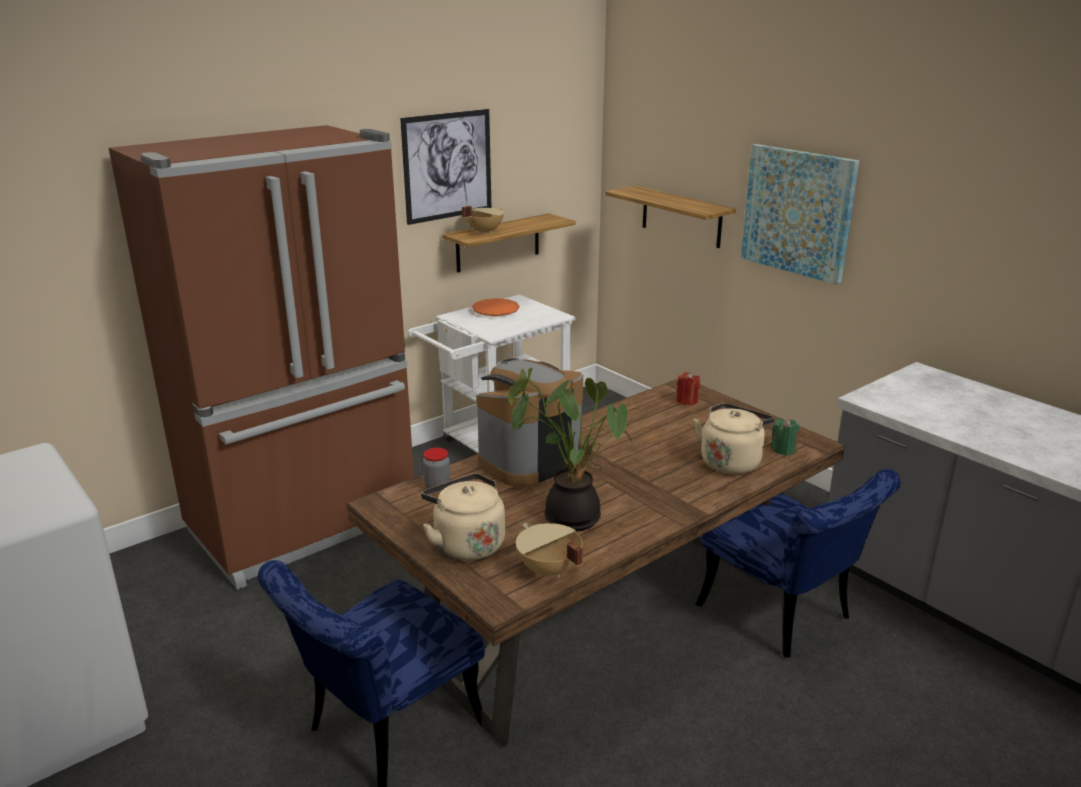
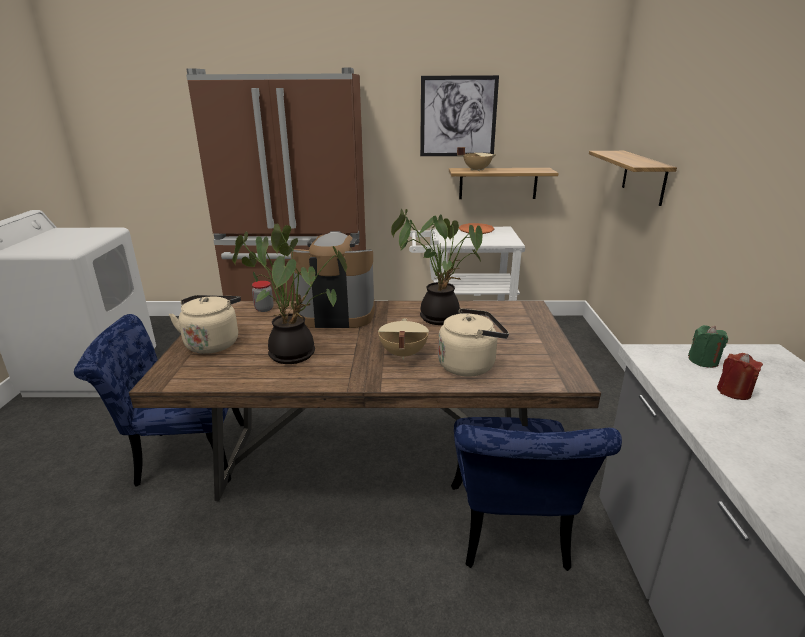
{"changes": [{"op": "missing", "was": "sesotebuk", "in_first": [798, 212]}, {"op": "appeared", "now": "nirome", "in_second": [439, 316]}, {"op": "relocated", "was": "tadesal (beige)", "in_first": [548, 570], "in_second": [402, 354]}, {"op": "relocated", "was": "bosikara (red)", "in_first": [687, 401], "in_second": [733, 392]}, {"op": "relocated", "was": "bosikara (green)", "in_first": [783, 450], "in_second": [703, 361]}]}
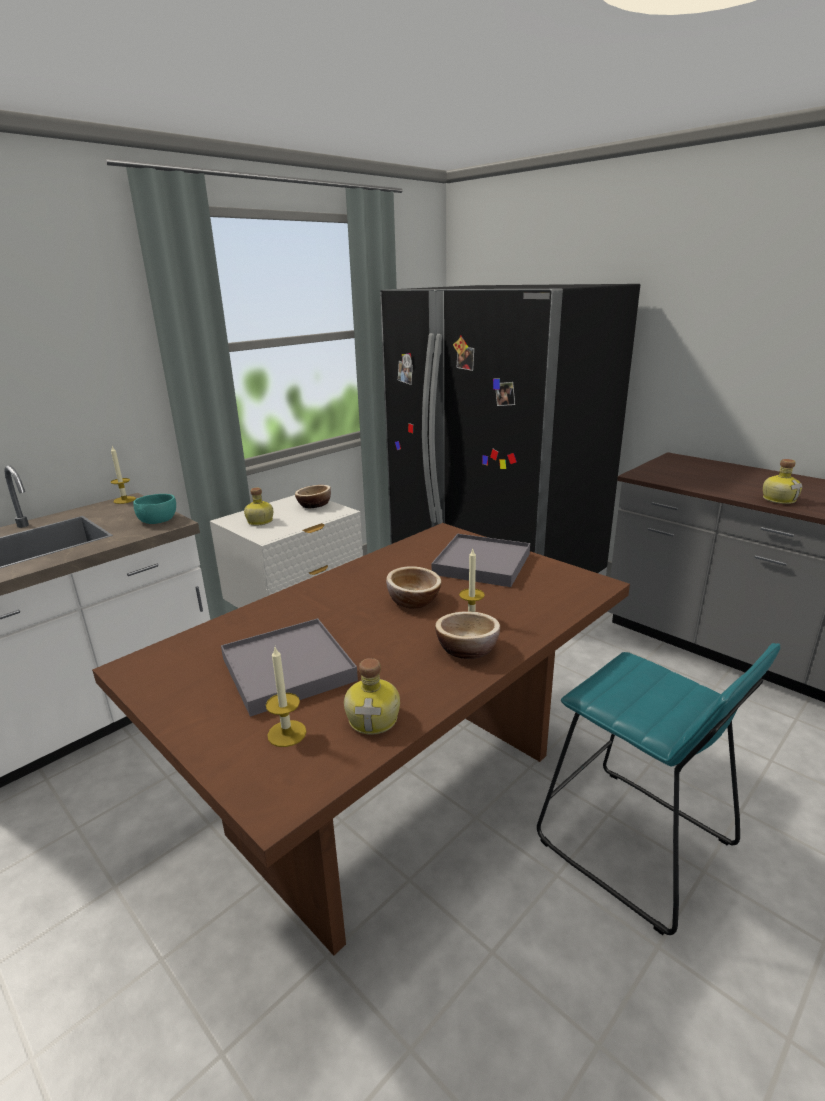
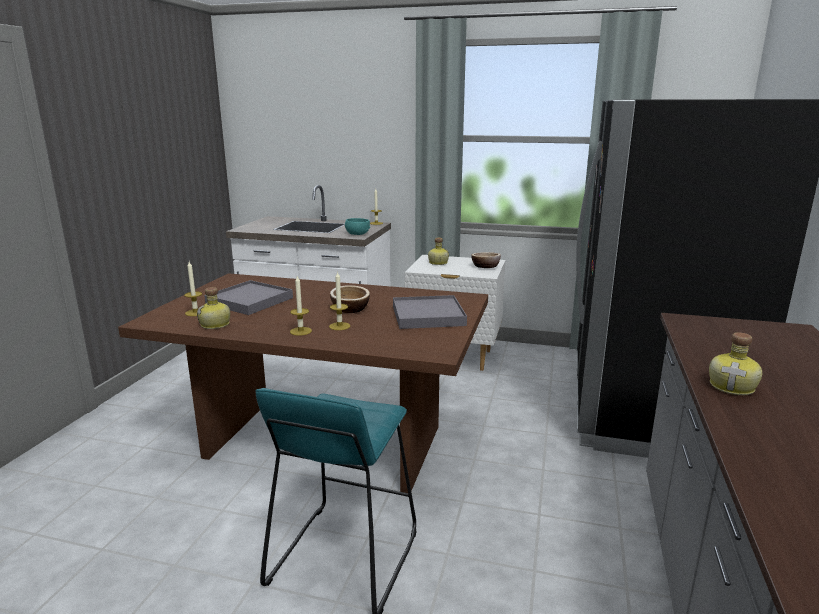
{"changes": [{"op": "exchanged", "was": "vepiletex", "now": "bosikara", "in_first": [467, 649], "in_second": [300, 331]}]}
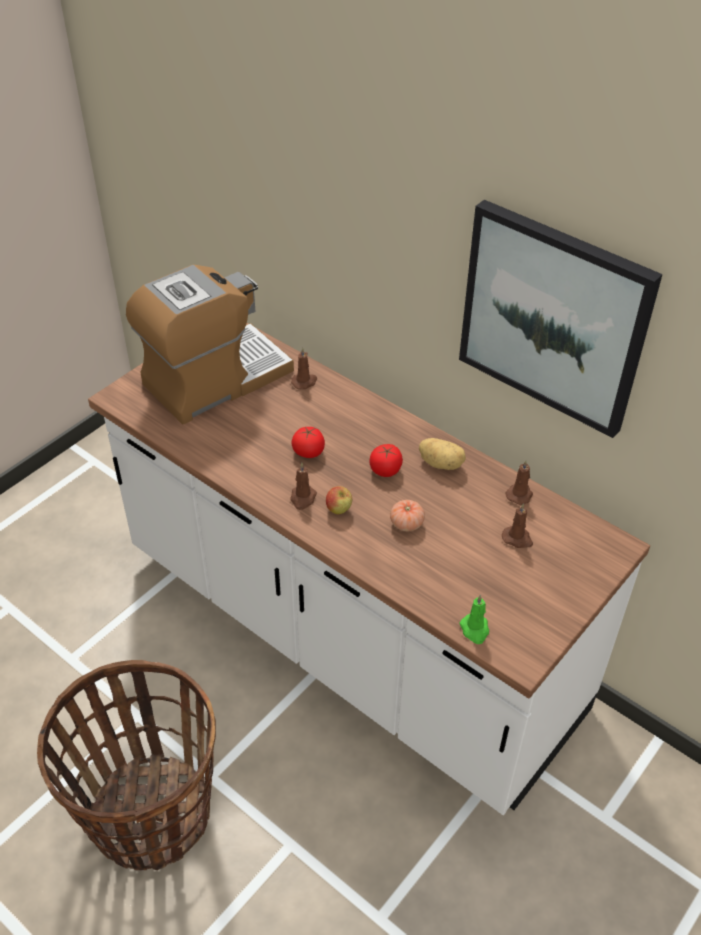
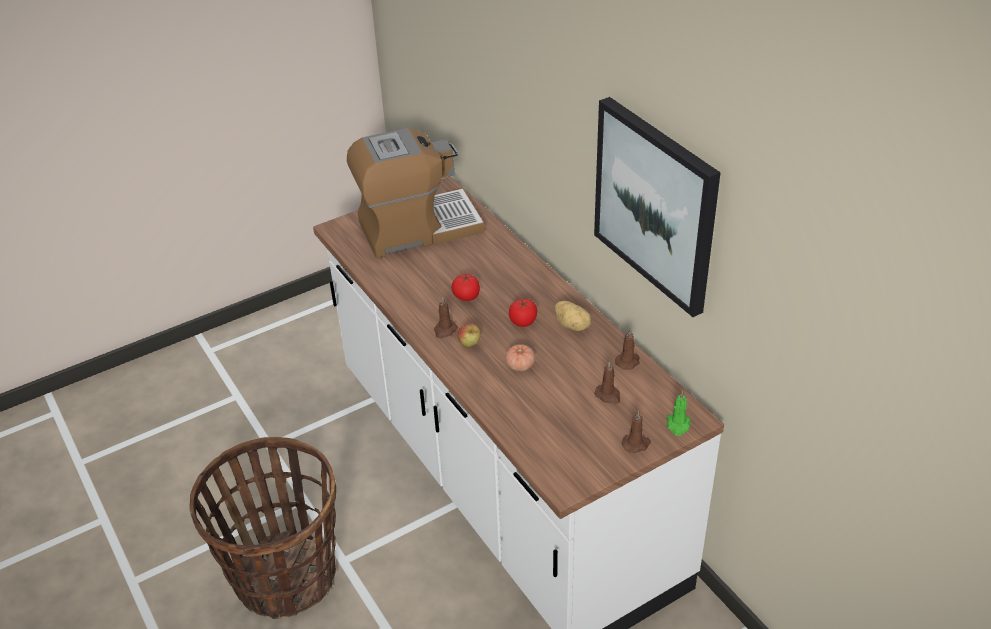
{"changes": [{"op": "relocated", "was": "bosikara (brown)", "in_first": [304, 382], "in_second": [636, 444]}, {"op": "relocated", "was": "bosikara (green)", "in_first": [475, 630], "in_second": [678, 425]}]}
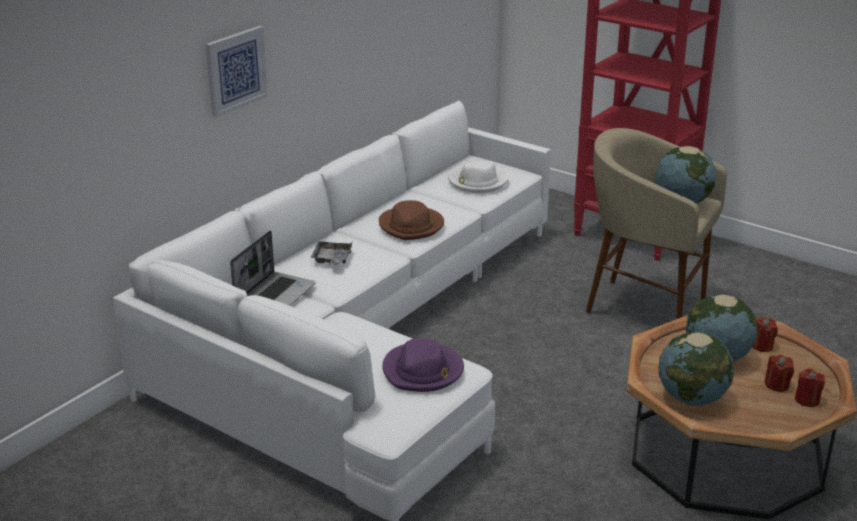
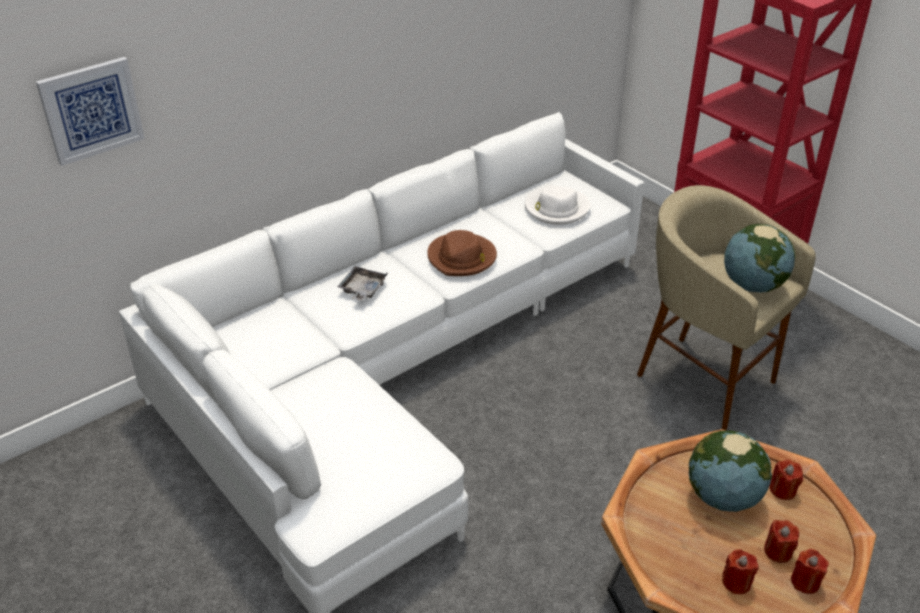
{"changes": [{"op": "missing", "was": "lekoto", "in_first": [275, 295]}, {"op": "missing", "was": "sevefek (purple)", "in_first": [423, 371]}, {"op": "missing", "was": "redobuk", "in_first": [692, 399]}, {"op": "appeared", "now": "bosikara (red)", "in_second": [736, 582]}, {"op": "relocated", "was": "sesotebuk", "in_first": [236, 70], "in_second": [91, 110]}]}
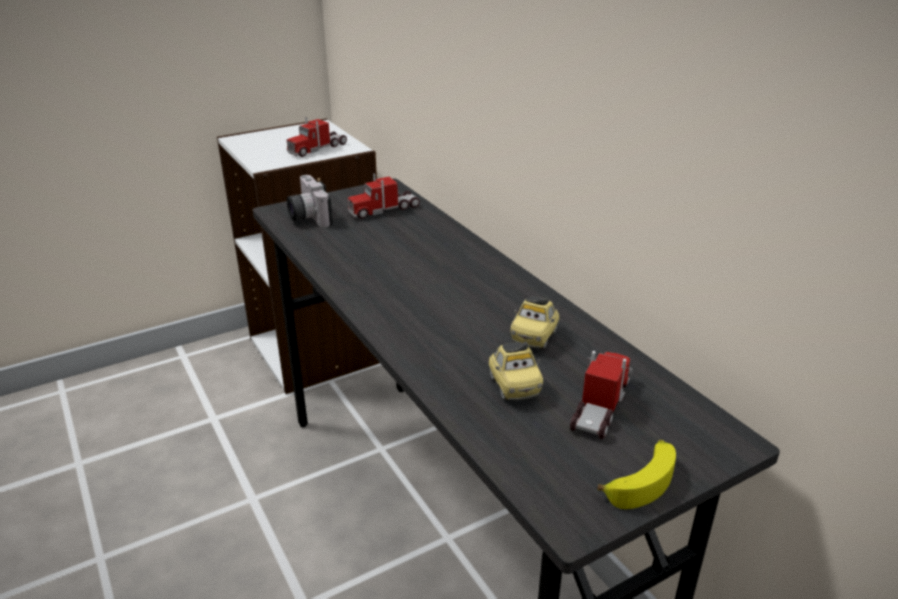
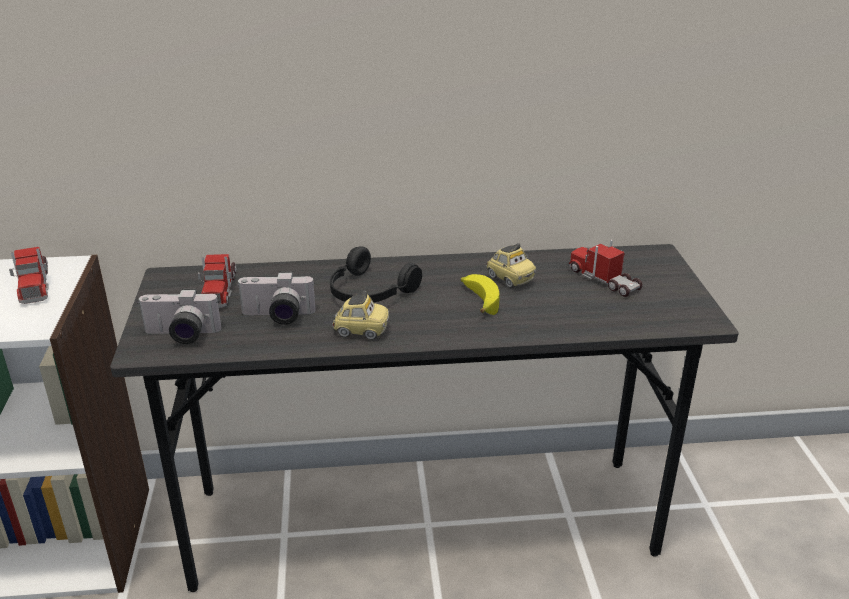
{"changes": [{"op": "appeared", "now": "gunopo", "in_second": [277, 317]}, {"op": "appeared", "now": "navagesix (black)", "in_second": [368, 293]}, {"op": "relocated", "was": "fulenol", "in_first": [513, 386], "in_second": [361, 331]}, {"op": "relocated", "was": "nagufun", "in_first": [641, 480], "in_second": [479, 300]}]}
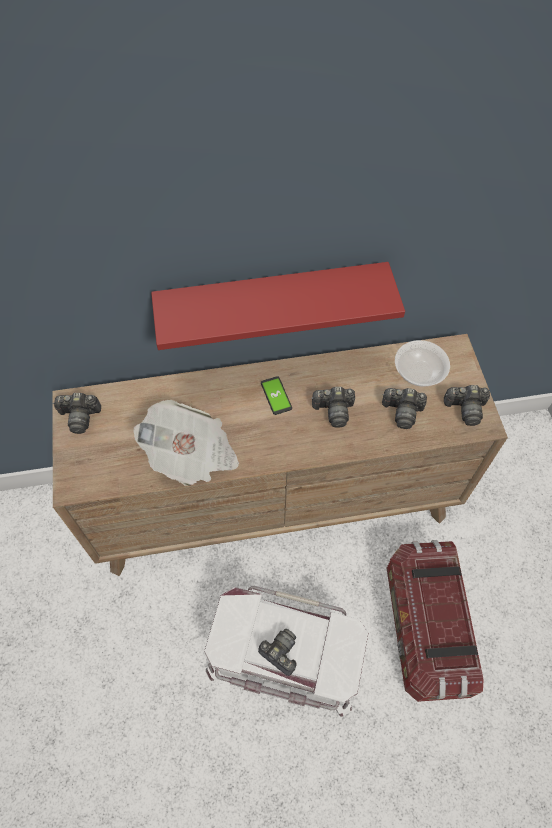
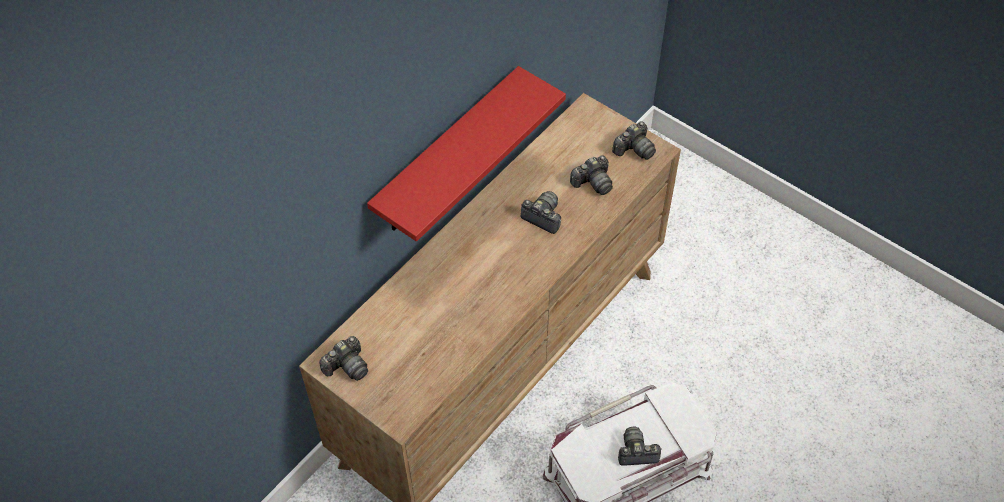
{"changes": [{"op": "missing", "was": "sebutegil", "in_first": [192, 455]}, {"op": "missing", "was": "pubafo", "in_first": [276, 396]}, {"op": "missing", "was": "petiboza", "in_first": [424, 627]}, {"op": "missing", "was": "vepiletex", "in_first": [418, 371]}, {"op": "spun", "was": "gunopo", "in_first": [333, 410], "in_second": [543, 217], "clockwise": -105}]}
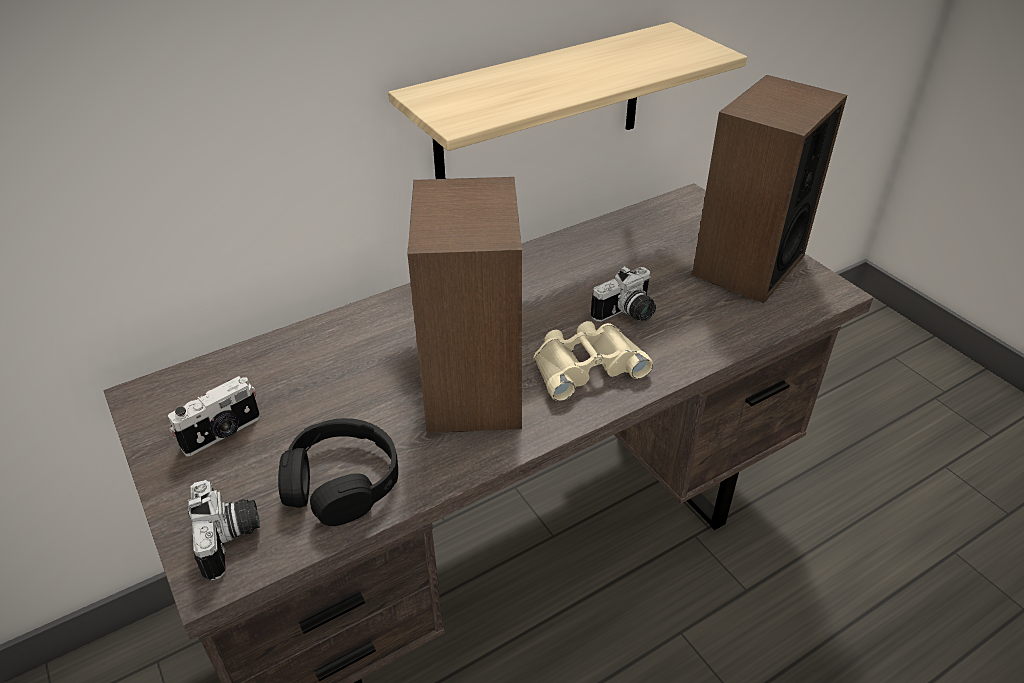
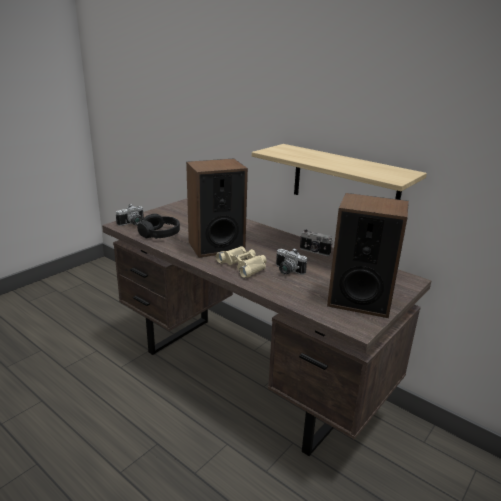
{"changes": [{"op": "relocated", "was": "gunopo", "in_first": [223, 434], "in_second": [314, 252]}]}
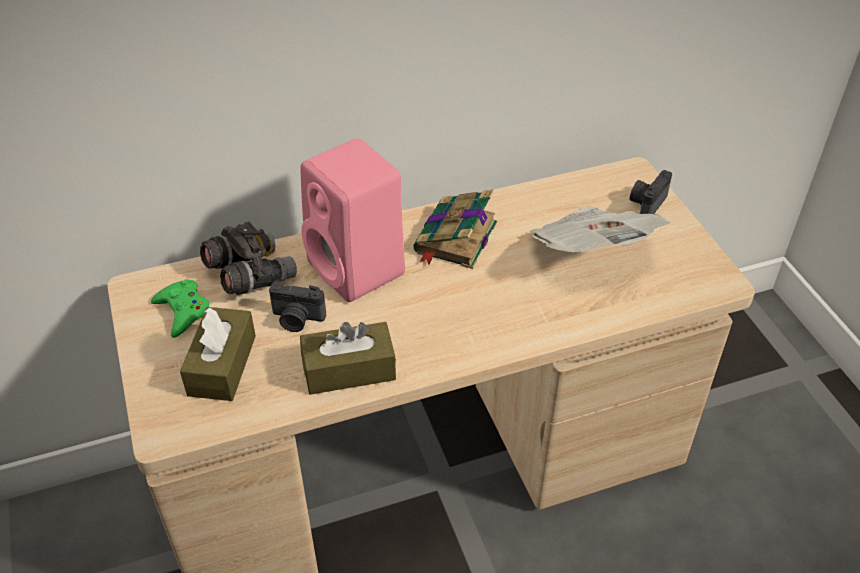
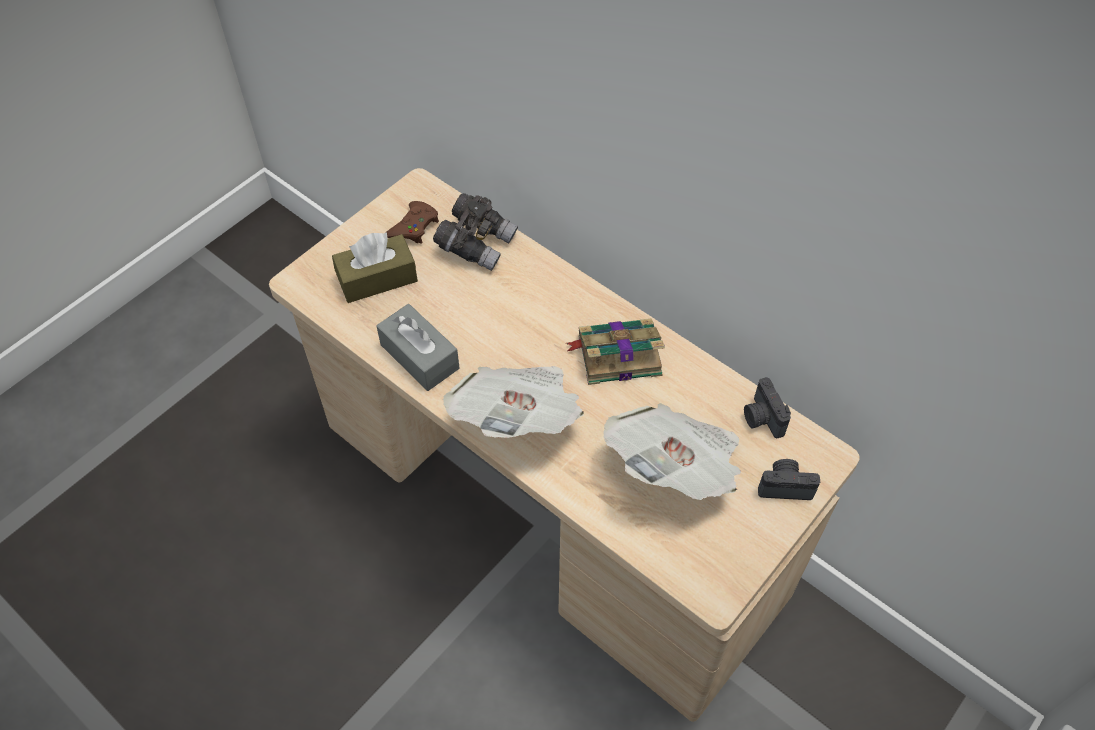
{"changes": [{"op": "missing", "was": "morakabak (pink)", "in_first": [359, 270]}, {"op": "appeared", "now": "sebutegil", "in_second": [519, 417]}, {"op": "relocated", "was": "gunopo", "in_first": [297, 319], "in_second": [761, 418]}, {"op": "colour", "was": "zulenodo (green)", "now": "zulenodo (brown)", "in_first": [183, 311], "in_second": [414, 227]}, {"op": "colour", "was": "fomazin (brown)", "now": "fomazin (grey)", "in_first": [349, 370], "in_second": [419, 356]}]}
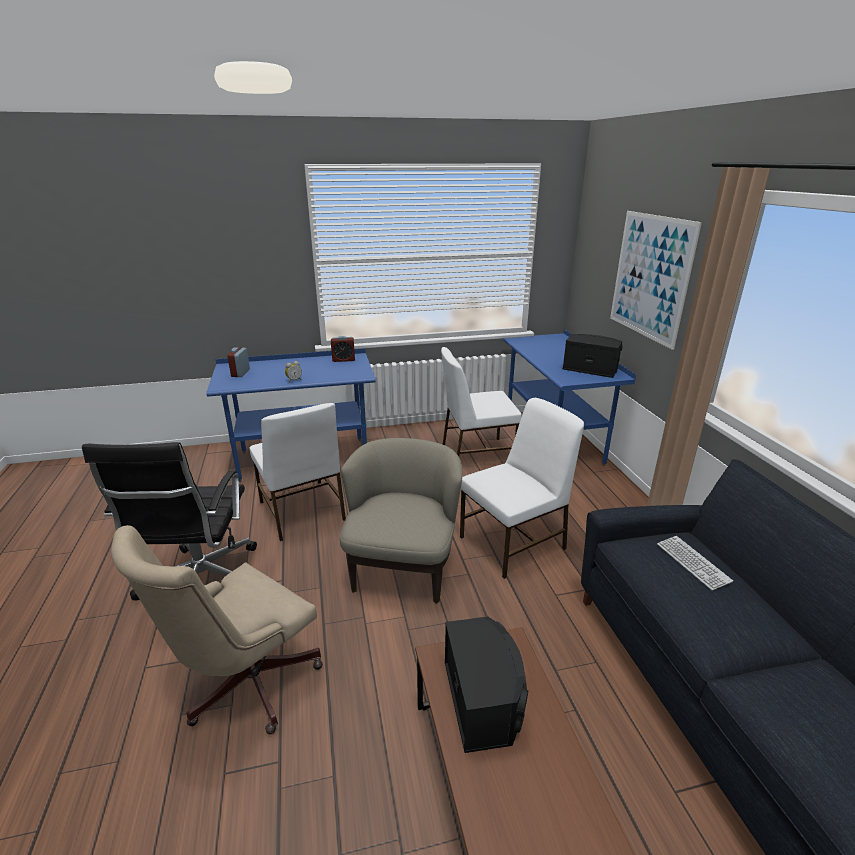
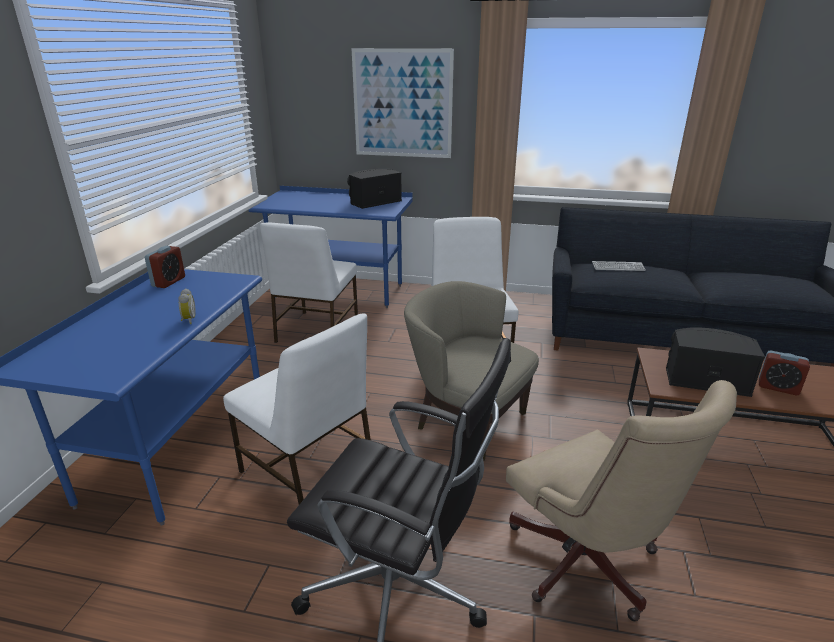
{"changes": [{"op": "relocated", "was": "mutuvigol", "in_first": [240, 373], "in_second": [778, 387]}, {"op": "spun", "was": "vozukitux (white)", "in_first": [301, 512], "in_second": [307, 472], "clockwise": 45}]}
